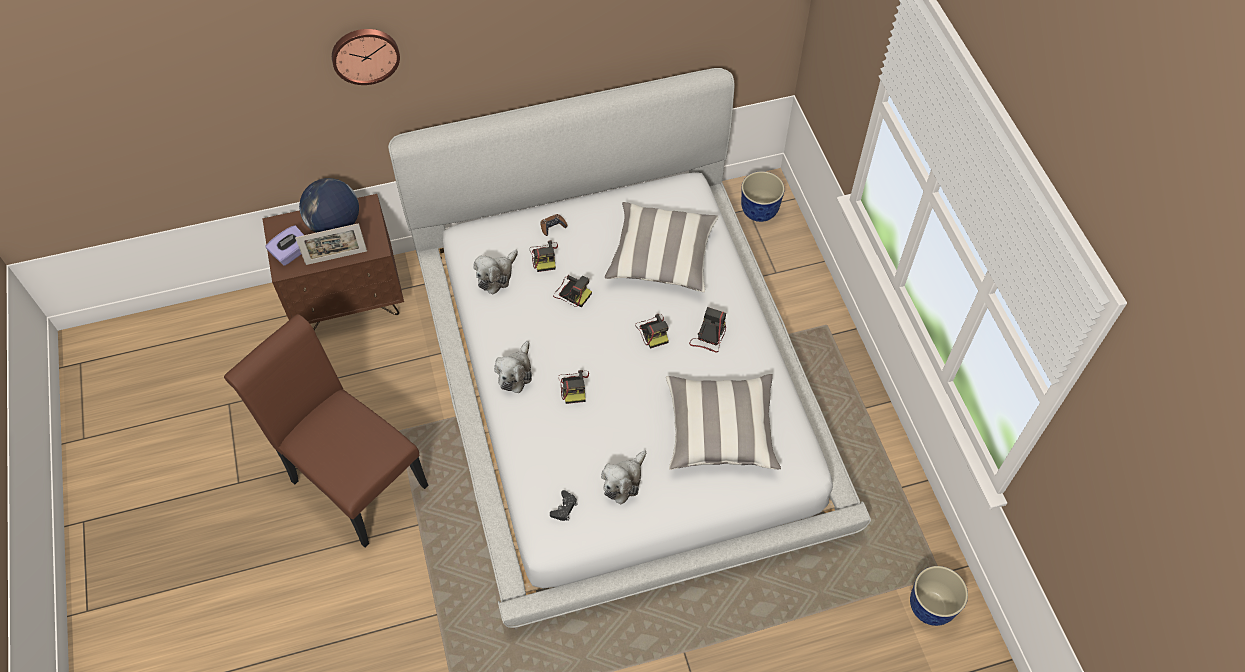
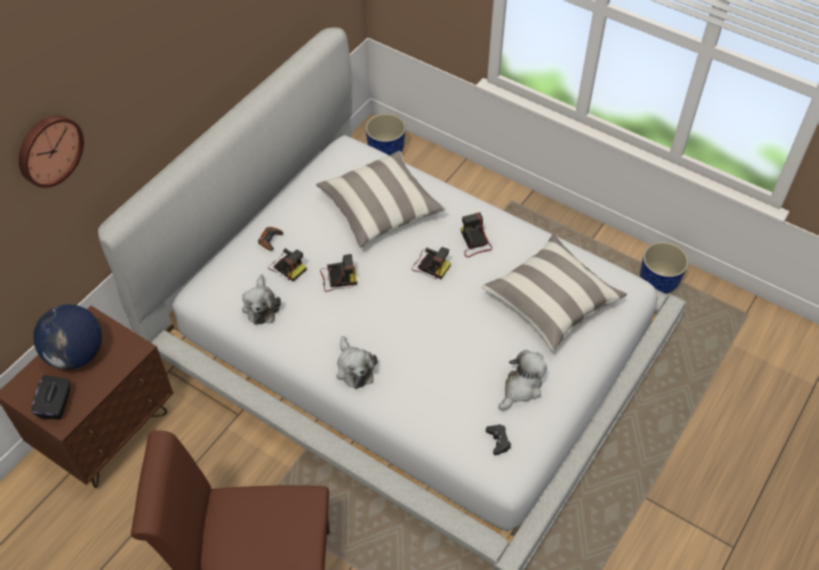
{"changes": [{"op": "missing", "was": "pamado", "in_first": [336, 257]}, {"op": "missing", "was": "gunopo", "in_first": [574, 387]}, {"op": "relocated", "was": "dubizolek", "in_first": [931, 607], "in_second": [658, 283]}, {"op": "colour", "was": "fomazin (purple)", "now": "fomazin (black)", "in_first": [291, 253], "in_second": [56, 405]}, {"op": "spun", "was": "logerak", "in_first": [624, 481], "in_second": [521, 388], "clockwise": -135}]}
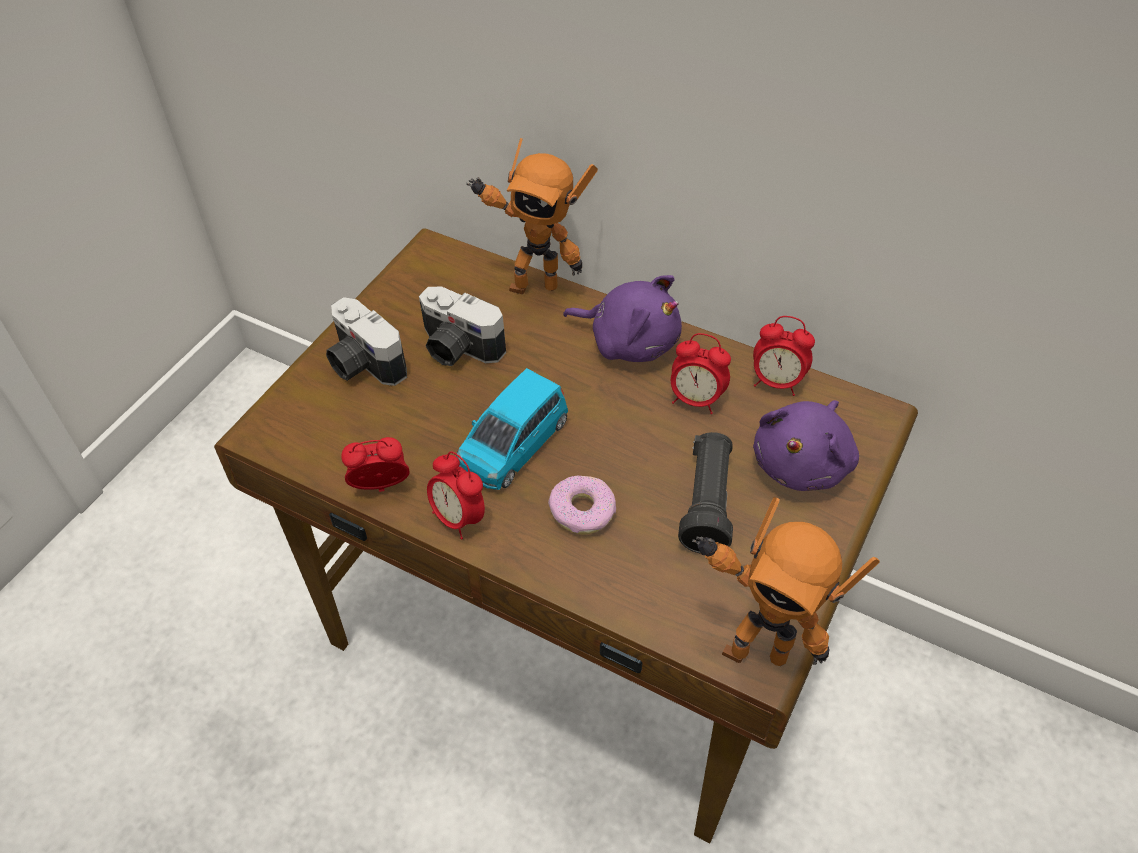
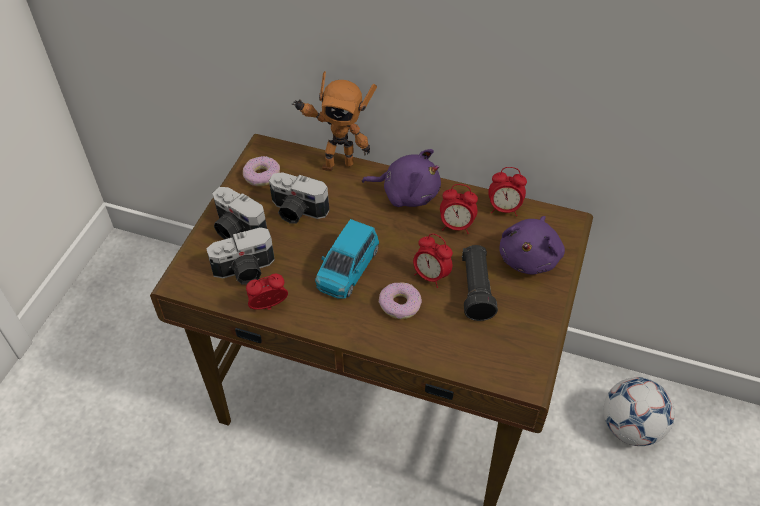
{"changes": [{"op": "missing", "was": "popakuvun", "in_first": [754, 648]}, {"op": "appeared", "now": "gunopo", "in_second": [245, 271]}, {"op": "appeared", "now": "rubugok", "in_second": [261, 175]}, {"op": "appeared", "now": "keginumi", "in_second": [630, 427]}, {"op": "relocated", "was": "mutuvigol", "in_first": [458, 518], "in_second": [431, 276]}]}
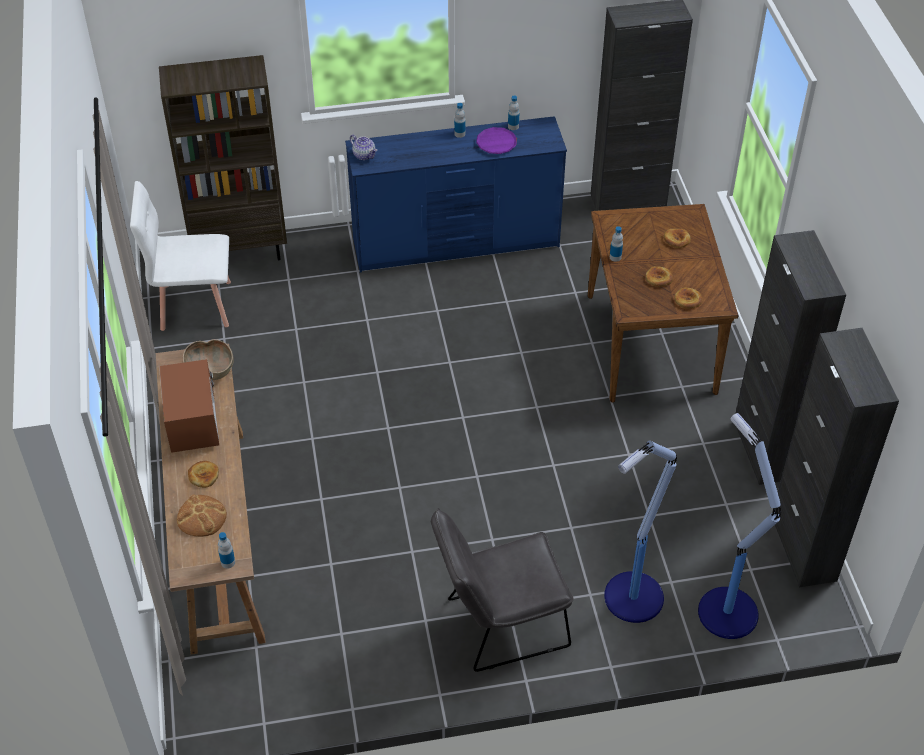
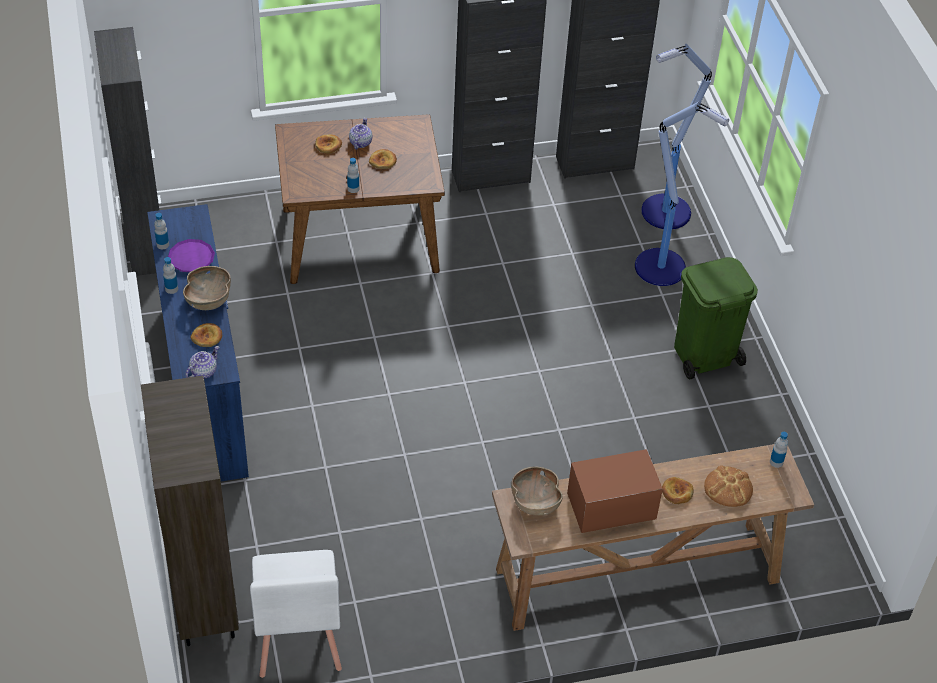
{"changes": [{"op": "appeared", "now": "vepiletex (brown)", "in_second": [209, 299]}, {"op": "appeared", "now": "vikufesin", "in_second": [360, 142]}, {"op": "relocated", "was": "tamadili", "in_first": [688, 300], "in_second": [207, 337]}, {"op": "exchanged", "was": "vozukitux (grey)", "now": "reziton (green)", "in_first": [499, 625], "in_second": [704, 355]}]}
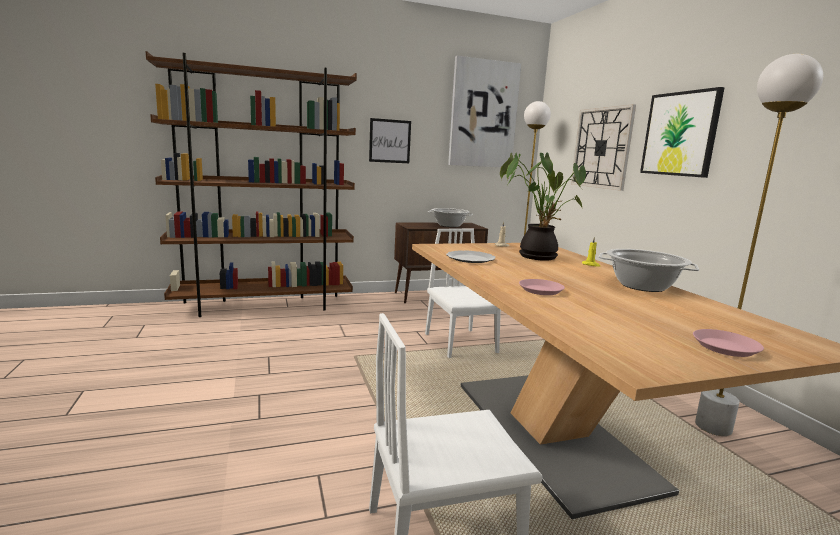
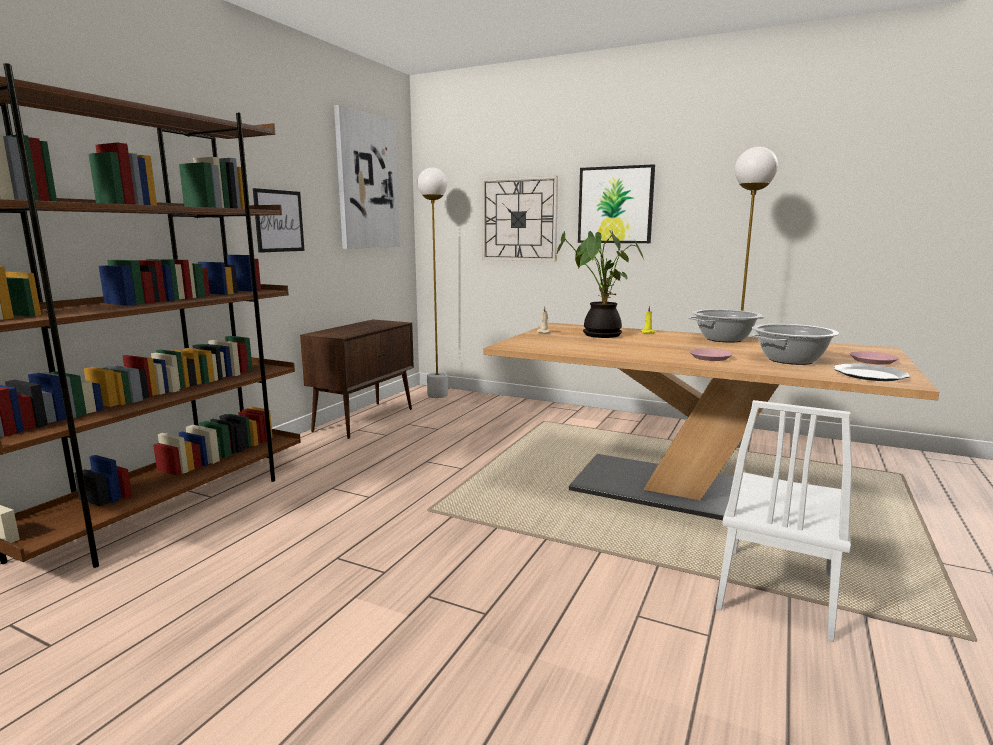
{"changes": [{"op": "missing", "was": "vozukitux (white)", "in_first": [460, 343]}, {"op": "relocated", "was": "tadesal", "in_first": [449, 225], "in_second": [790, 360]}, {"op": "relocated", "was": "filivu", "in_first": [470, 258], "in_second": [868, 375]}]}
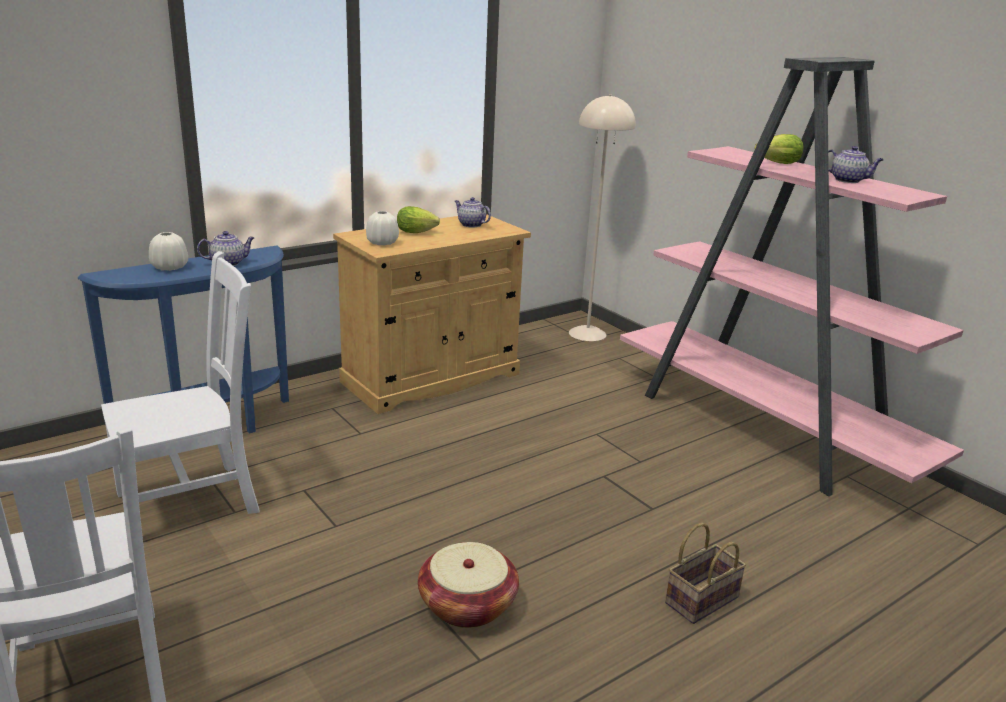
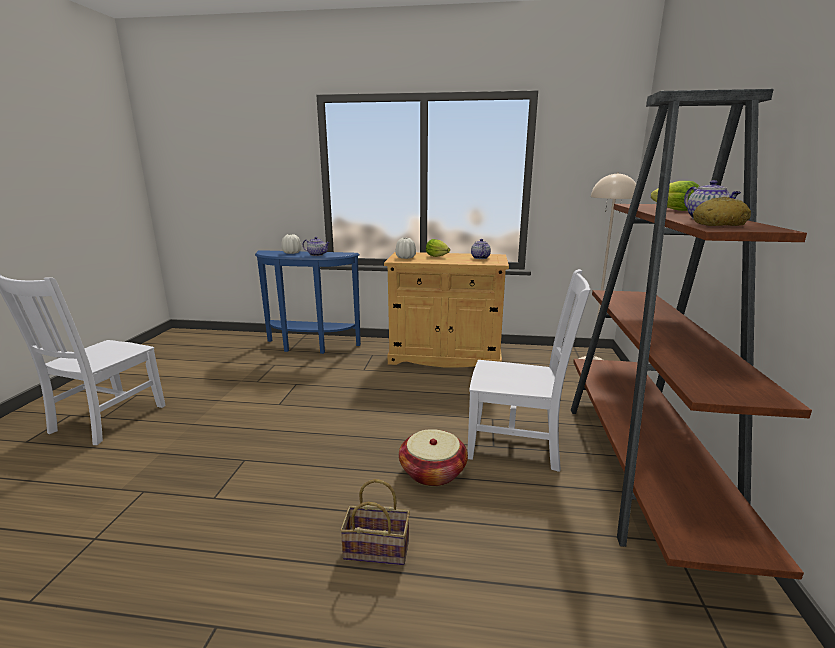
{"changes": [{"op": "appeared", "now": "tamadili", "in_second": [719, 225]}, {"op": "relocated", "was": "vozukitux (white)", "in_first": [193, 501], "in_second": [518, 445]}, {"op": "relocated", "was": "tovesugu", "in_first": [467, 605], "in_second": [432, 472]}, {"op": "colour", "was": "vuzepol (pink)", "now": "vuzepol (brown)", "in_first": [764, 430], "in_second": [641, 470]}]}
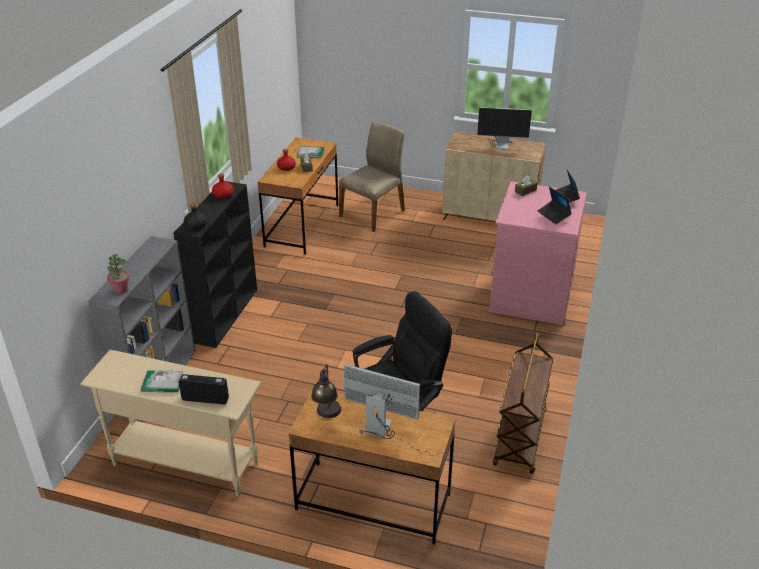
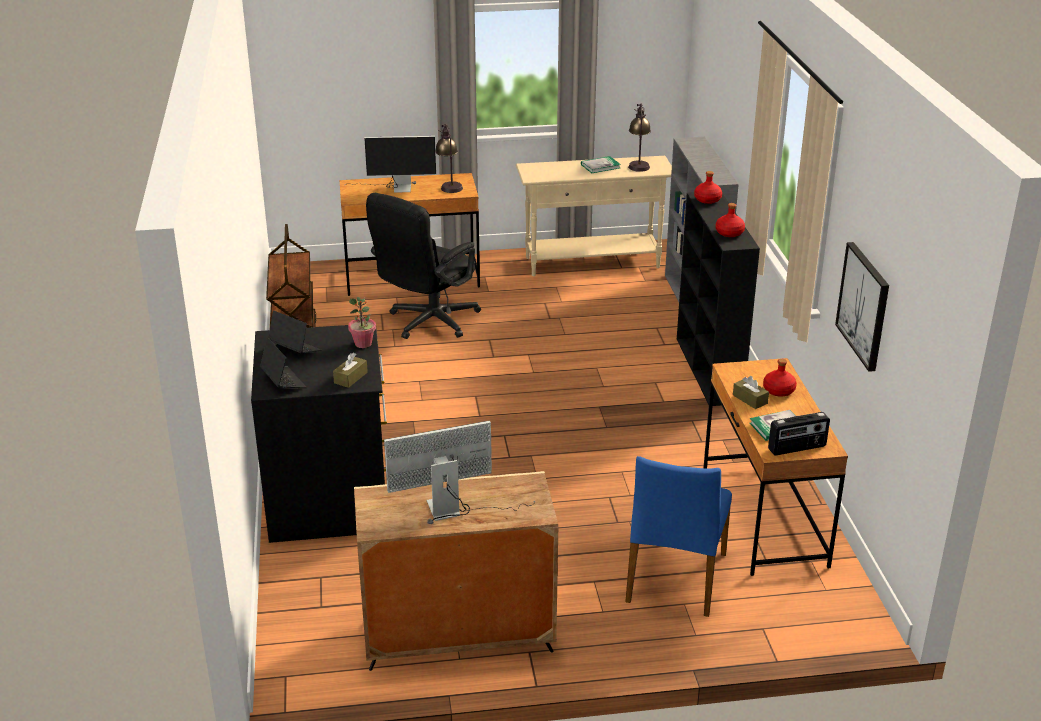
{"changes": [{"op": "appeared", "now": "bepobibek", "in_second": [638, 164]}, {"op": "appeared", "now": "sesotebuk", "in_second": [864, 305]}, {"op": "relocated", "was": "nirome", "in_first": [121, 290], "in_second": [363, 344]}, {"op": "relocated", "was": "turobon", "in_first": [205, 399], "in_second": [797, 448]}, {"op": "colour", "was": "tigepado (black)", "now": "tigepado (red)", "in_first": [196, 226], "in_second": [707, 199]}, {"op": "colour", "was": "vozukitux (beige)", "now": "vozukitux (blue)", "in_first": [373, 213], "in_second": [674, 577]}, {"op": "colour", "was": "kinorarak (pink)", "now": "kinorarak (black)", "in_first": [530, 295], "in_second": [330, 498]}]}
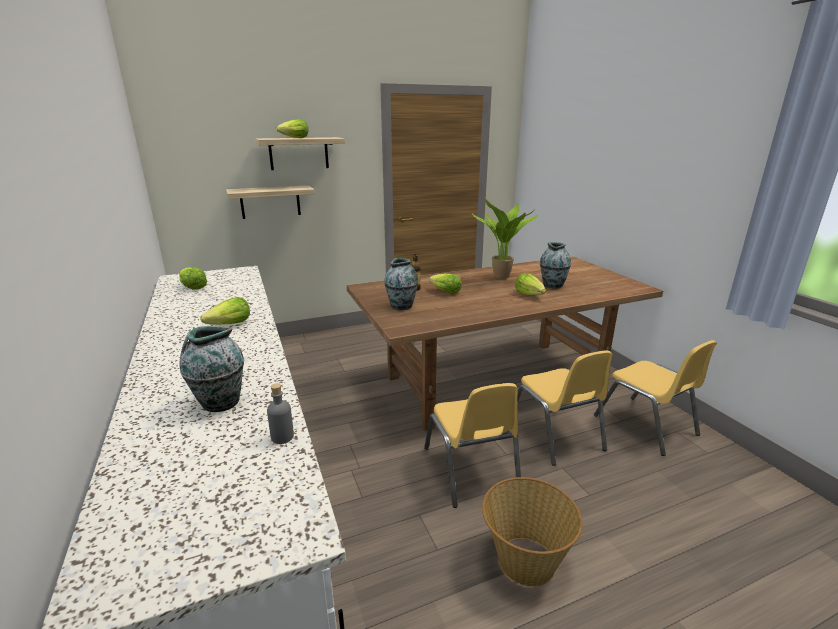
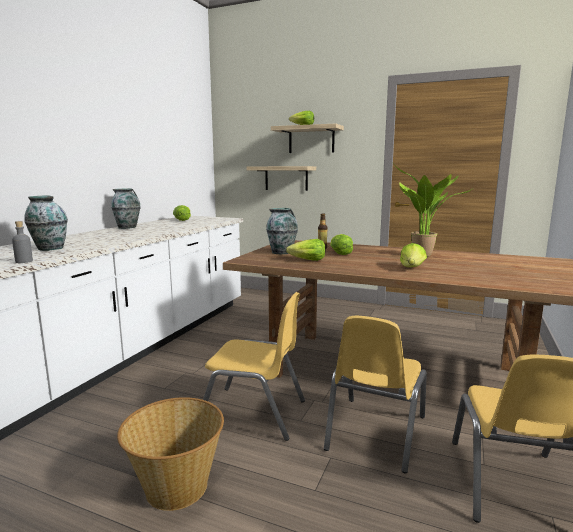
{"changes": [{"op": "relocated", "was": "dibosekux", "in_first": [230, 325], "in_second": [307, 260]}, {"op": "relocated", "was": "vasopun", "in_first": [552, 285], "in_second": [128, 227]}, {"op": "spun", "was": "vozukitux (yellow)", "in_first": [470, 470], "in_second": [253, 413], "clockwise": -105}]}
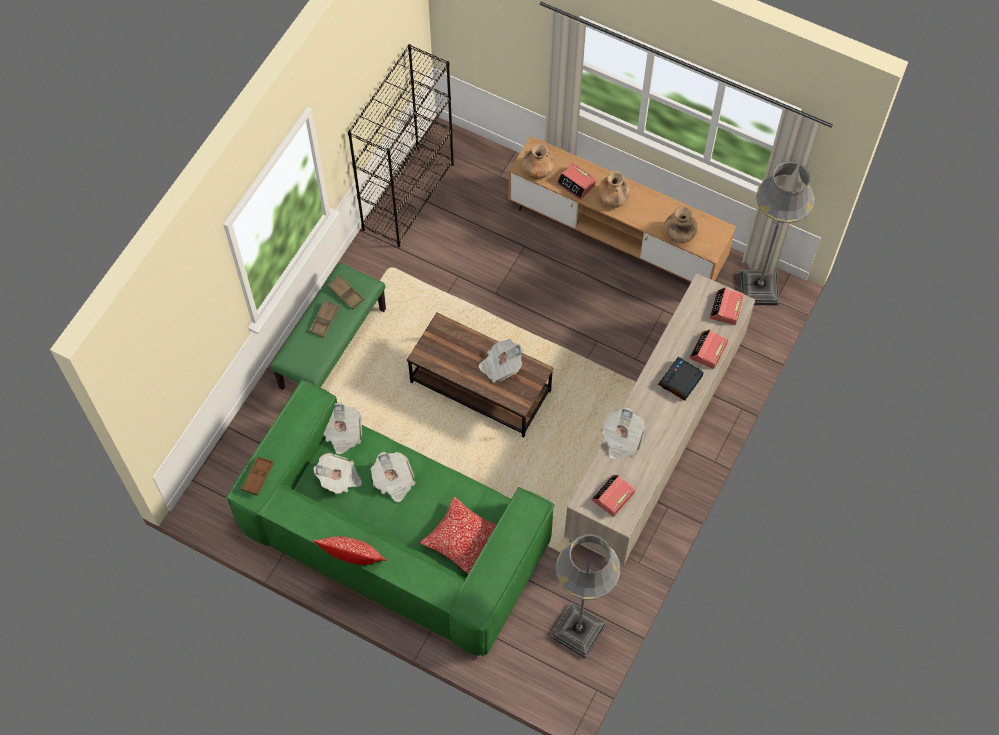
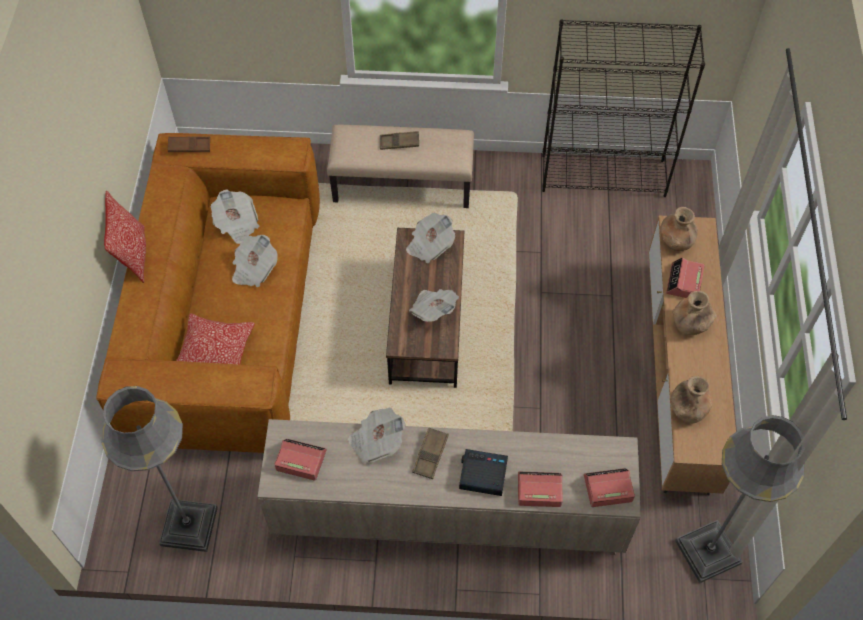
{"changes": [{"op": "relocated", "was": "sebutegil", "in_first": [342, 433], "in_second": [430, 245]}, {"op": "relocated", "was": "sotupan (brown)", "in_first": [346, 293], "in_second": [430, 455]}, {"op": "colour", "was": "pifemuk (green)", "now": "pifemuk (brown)", "in_first": [395, 535], "in_second": [228, 316]}, {"op": "colour", "was": "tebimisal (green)", "now": "tebimisal (beige)", "in_first": [332, 347], "in_second": [403, 184]}]}
